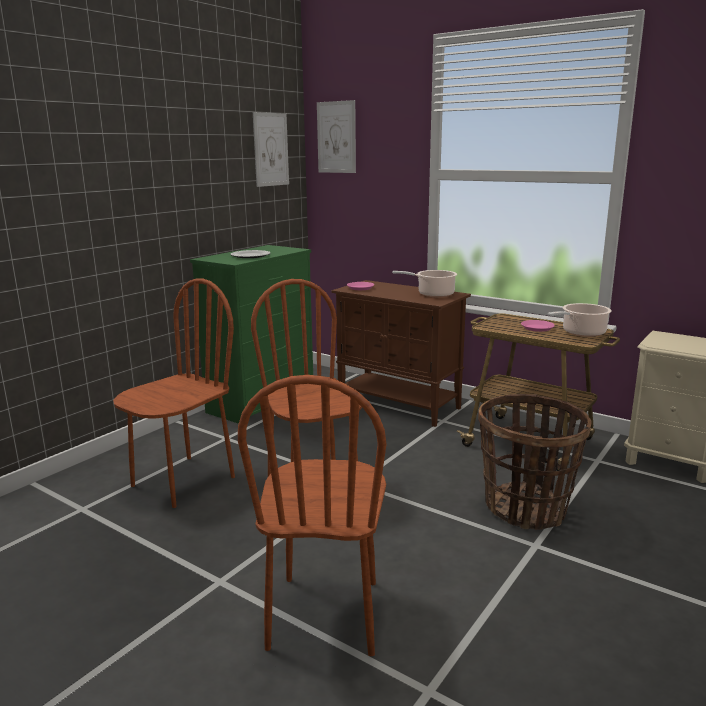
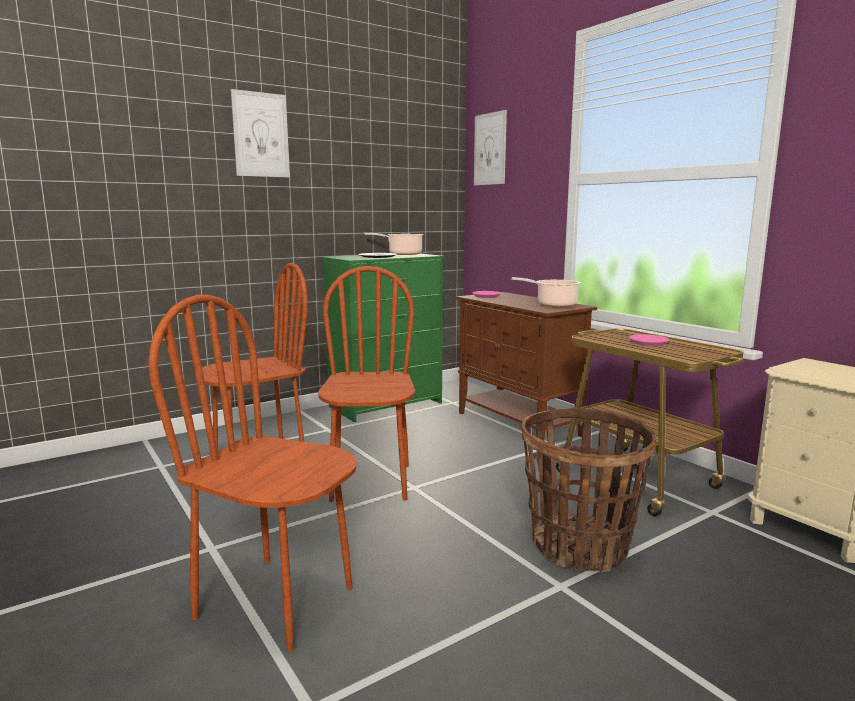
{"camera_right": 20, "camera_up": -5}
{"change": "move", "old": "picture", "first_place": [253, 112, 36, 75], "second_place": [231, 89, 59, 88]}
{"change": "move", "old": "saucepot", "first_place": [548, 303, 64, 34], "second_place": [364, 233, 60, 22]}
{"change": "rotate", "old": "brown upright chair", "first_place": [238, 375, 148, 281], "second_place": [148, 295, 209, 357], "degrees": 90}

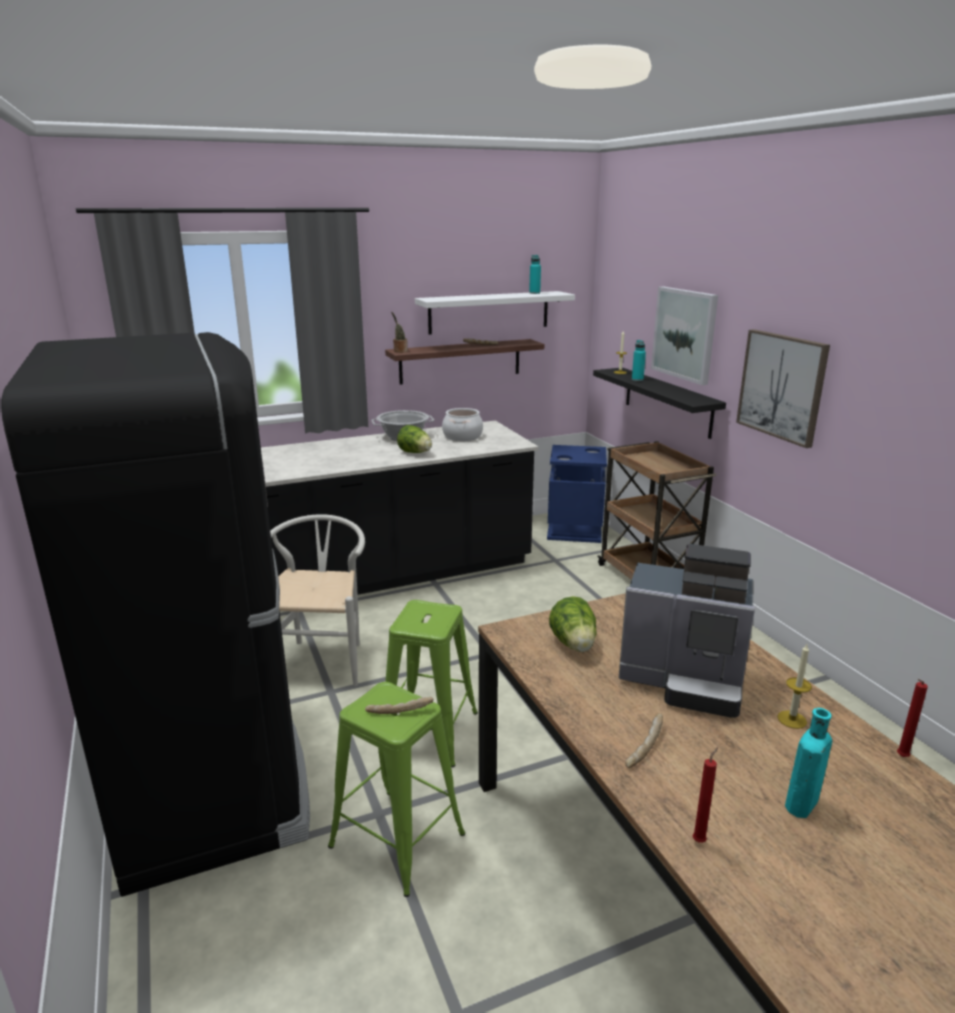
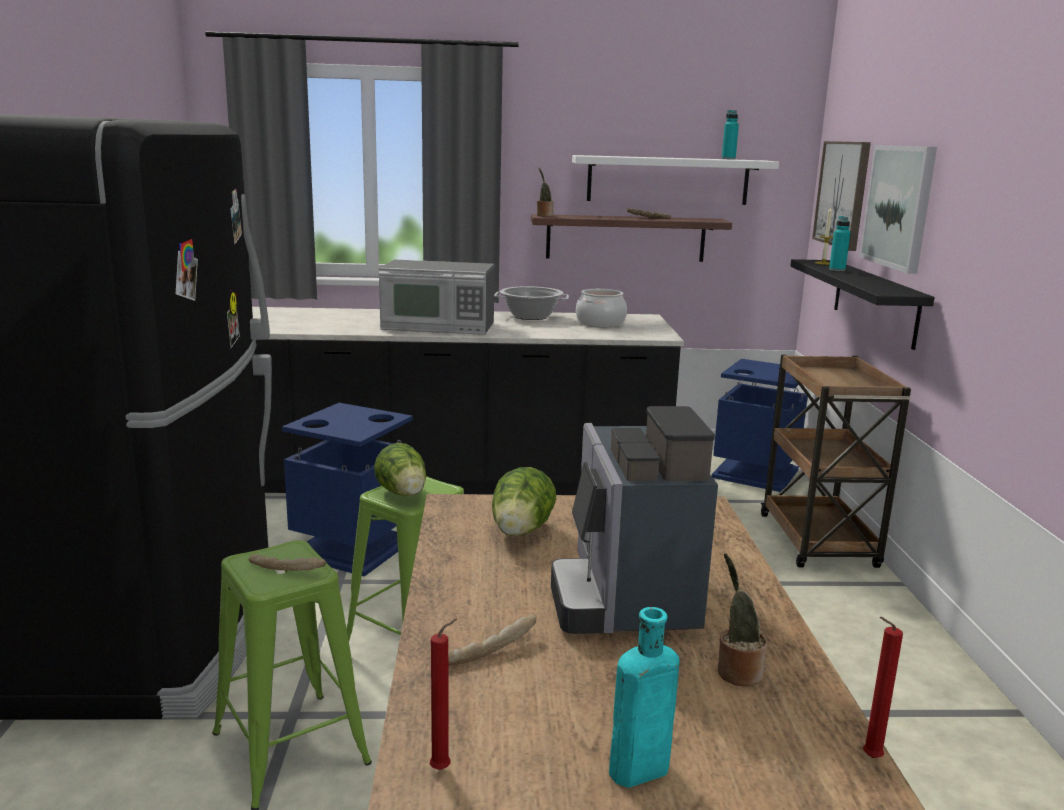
{"camera_right": 20, "camera_up": -5}
{"change": "move", "old": "picture", "first_place": [736, 329, 94, 119], "second_place": [812, 141, 59, 110]}
{"change": "move", "old": "lettuce", "first_place": [397, 425, 35, 28], "second_place": [374, 443, 52, 53]}
{"change": "replace", "old": "white-coloured upright chair", "new": "blue-coloured rubbish bin", "first_place": [270, 514, 95, 172], "second_place": [282, 403, 131, 174]}
{"change": "rotate", "old": "coffee machine", "first_place": [619, 544, 136, 174], "second_place": [551, 406, 167, 228], "degrees": 45}
{"change": "replace", "old": "wax light", "new": "plant in a pot", "first_place": [777, 644, 35, 85], "second_place": [718, 553, 49, 133]}
{"change": "insert", "new": "kitchen microwave", "second_place": [379, 260, 116, 75]}

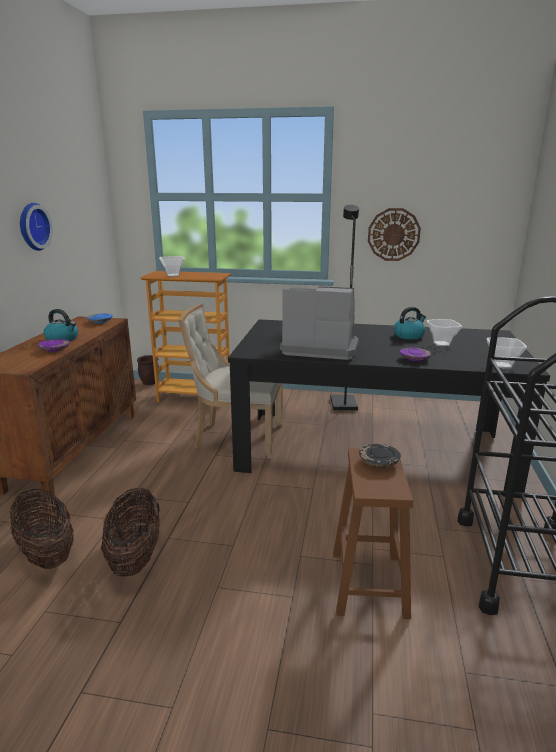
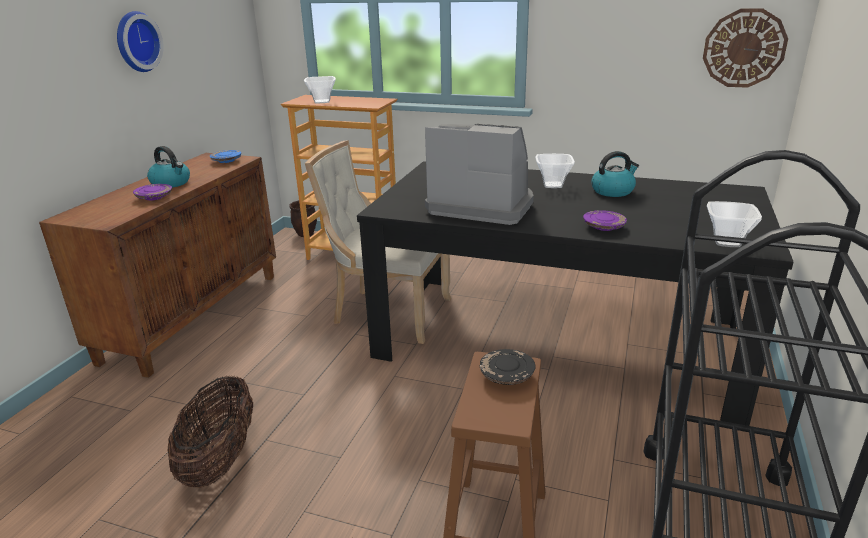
{"camera_right": 10, "camera_up": 5}
{"change": "delete", "old": "black-coloured standing lamp", "first_place": [330, 205, 29, 206]}
{"change": "move", "old": "clock on the wall", "first_place": [368, 208, 53, 53], "second_place": [703, 8, 85, 80]}
{"change": "move", "old": "bowl", "first_place": [427, 319, 35, 27], "second_place": [535, 154, 40, 34]}
{"change": "delete", "old": "basket", "first_place": [10, 488, 64, 81]}

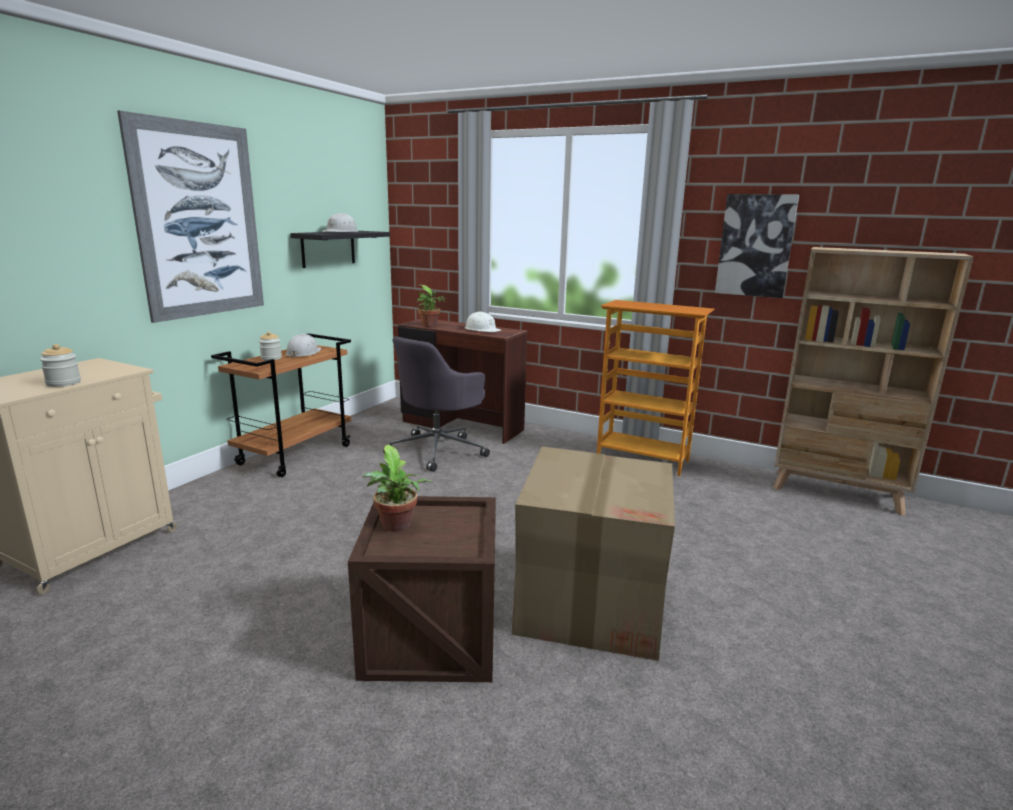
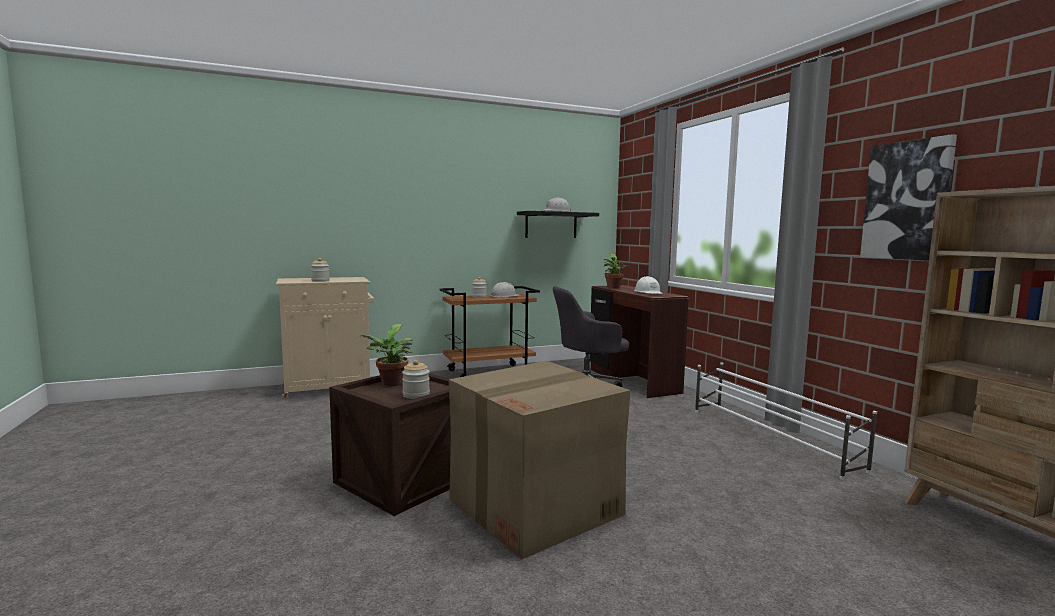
{"camera_right": 40, "camera_up": -10}
{"change": "delete", "old": "picture", "first_place": [117, 110, 147, 213]}
{"change": "replace", "old": "bookshelf", "new": "white-coloured shoe rack", "first_place": [597, 300, 117, 176], "second_place": [695, 363, 182, 117]}
{"change": "insert", "new": "jar", "second_place": [402, 360, 28, 39]}

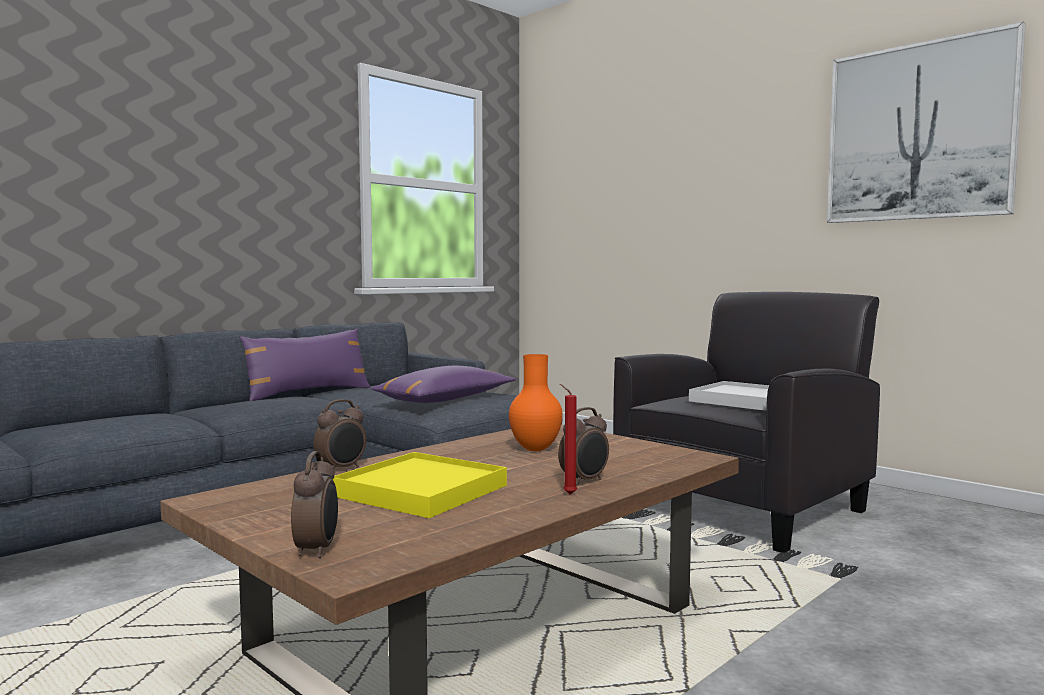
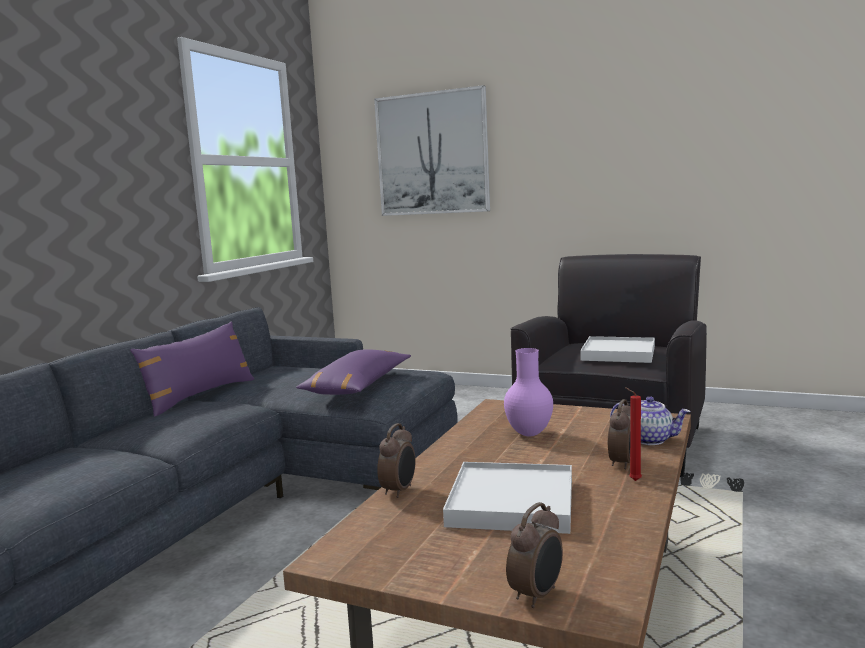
{"camera_right": -20, "camera_up": 5}
{"change": "move", "old": "picture", "first_place": [827, 22, 198, 201], "second_place": [374, 85, 116, 131]}
{"change": "recolor", "old": "orange-coloured vase", "new": "purplish vase", "first_place": [509, 354, 54, 97], "second_place": [504, 348, 49, 88]}
{"change": "rotate", "old": "alarm clock", "first_place": [291, 451, 47, 107], "second_place": [506, 502, 57, 106], "degrees": 60}
{"change": "recolor", "old": "yellow carrying tray", "new": "white-coloured carrying tray", "first_place": [333, 452, 174, 66], "second_place": [443, 462, 129, 72]}
{"change": "insert", "new": "tea pot", "second_place": [610, 396, 80, 49]}

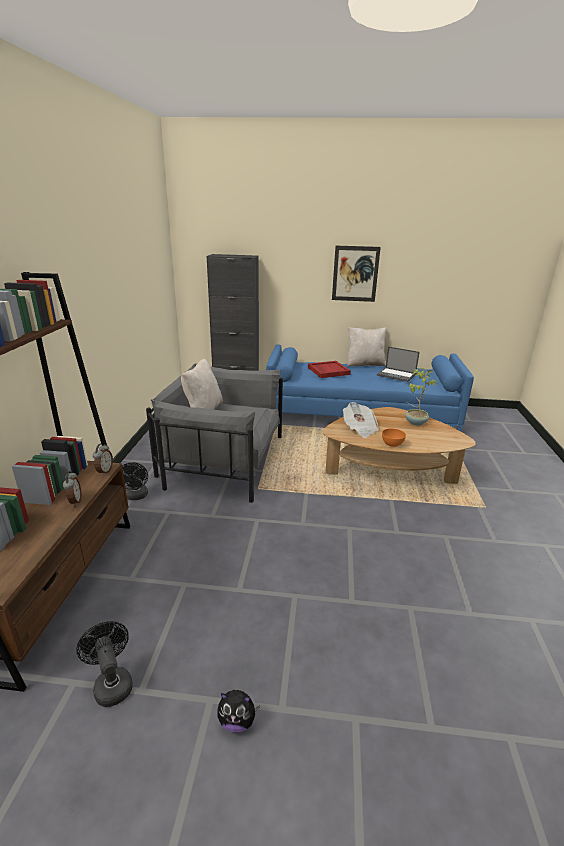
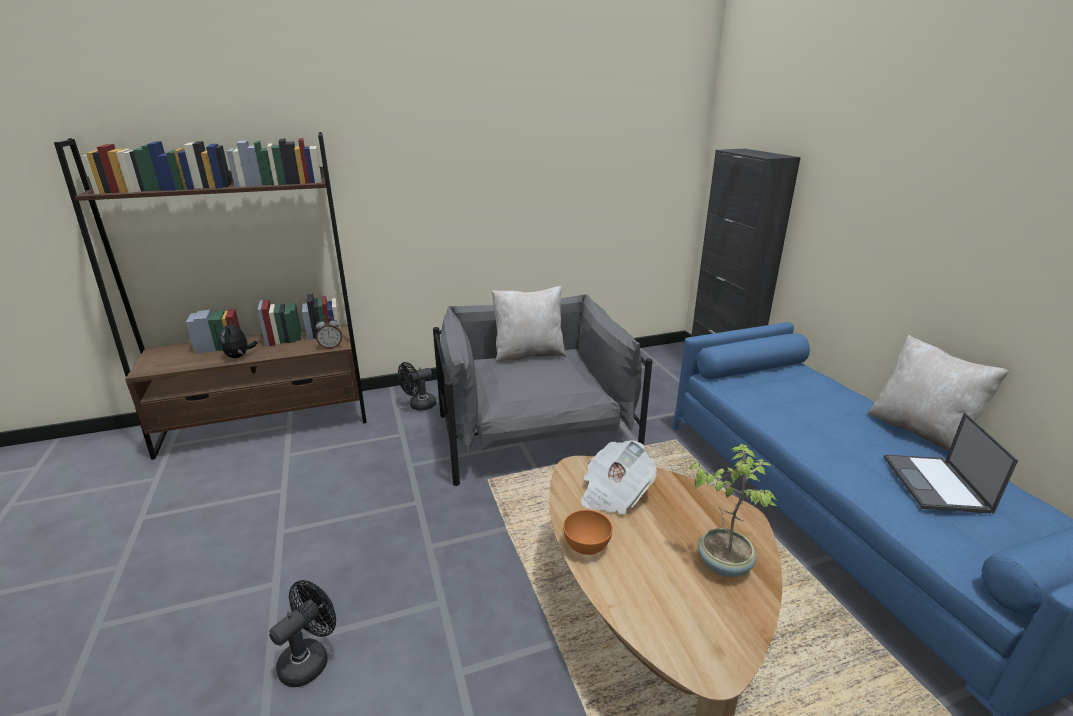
{"camera_right": 65, "camera_up": 0}
{"change": "delete", "old": "picture", "first_place": [332, 246, 49, 56]}
{"change": "delete", "old": "red carrying tray", "first_place": [308, 361, 43, 17]}
{"change": "delete", "old": "alarm clock", "first_place": [63, 471, 19, 35]}
{"change": "move", "old": "black-coloured fan", "first_place": [76, 621, 57, 86], "second_place": [269, 580, 67, 107]}
{"change": "move", "old": "cuddly toy", "first_place": [217, 690, 43, 43], "second_place": [220, 319, 37, 39]}

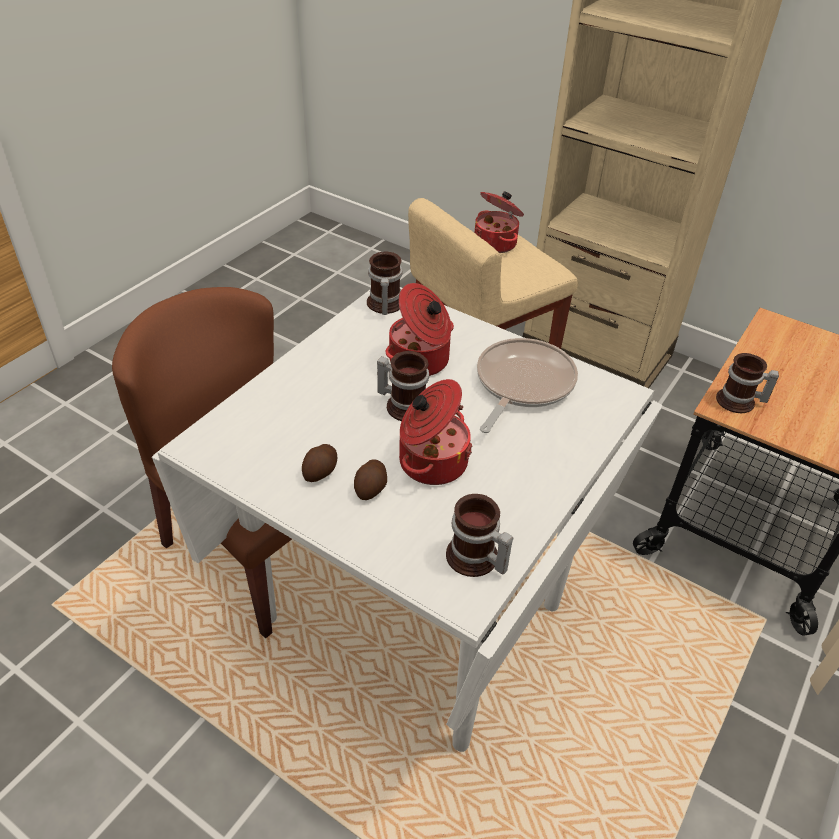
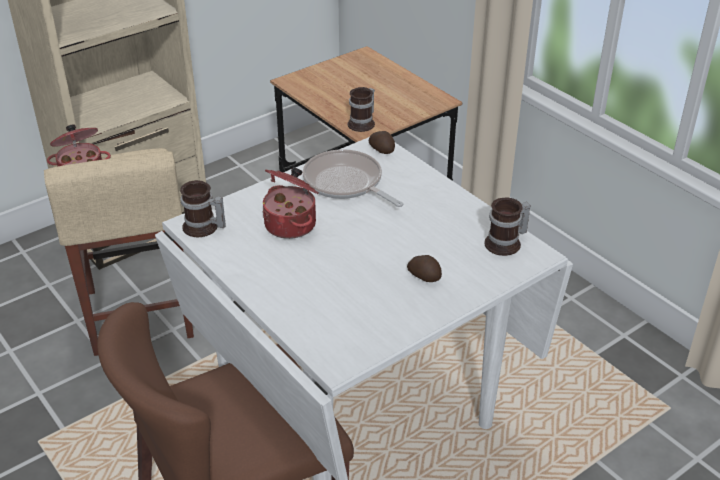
{"camera_right": -70, "camera_up": -5}
{"change": "delete", "old": "mug", "first_place": [377, 351, 52, 70]}
{"change": "delete", "old": "saucepot", "first_place": [399, 379, 74, 106]}
{"change": "move", "old": "spud", "first_place": [302, 444, 35, 38], "second_place": [369, 131, 26, 23]}

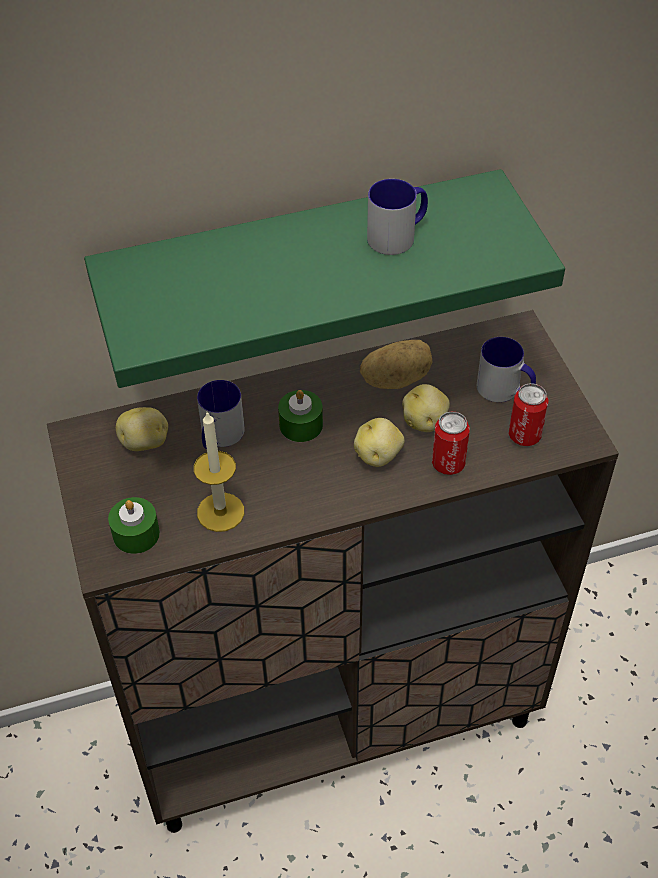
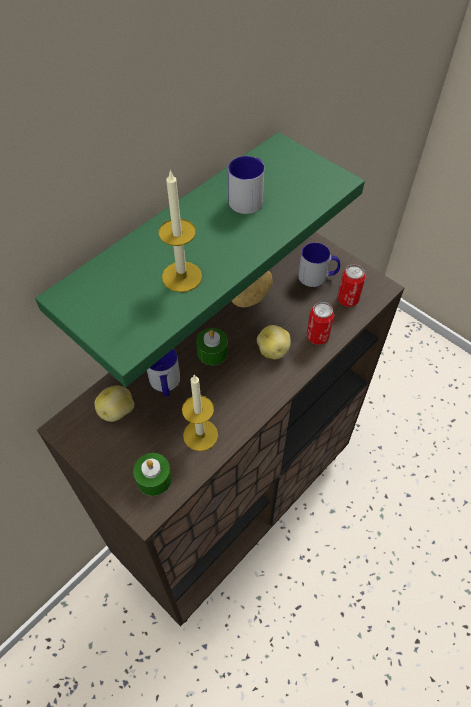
{"camera_right": -30, "camera_up": 5}
{"change": "delete", "old": "spud", "first_place": [402, 384, 48, 48]}
{"change": "insert", "new": "wax light", "second_place": [158, 170, 44, 122]}

